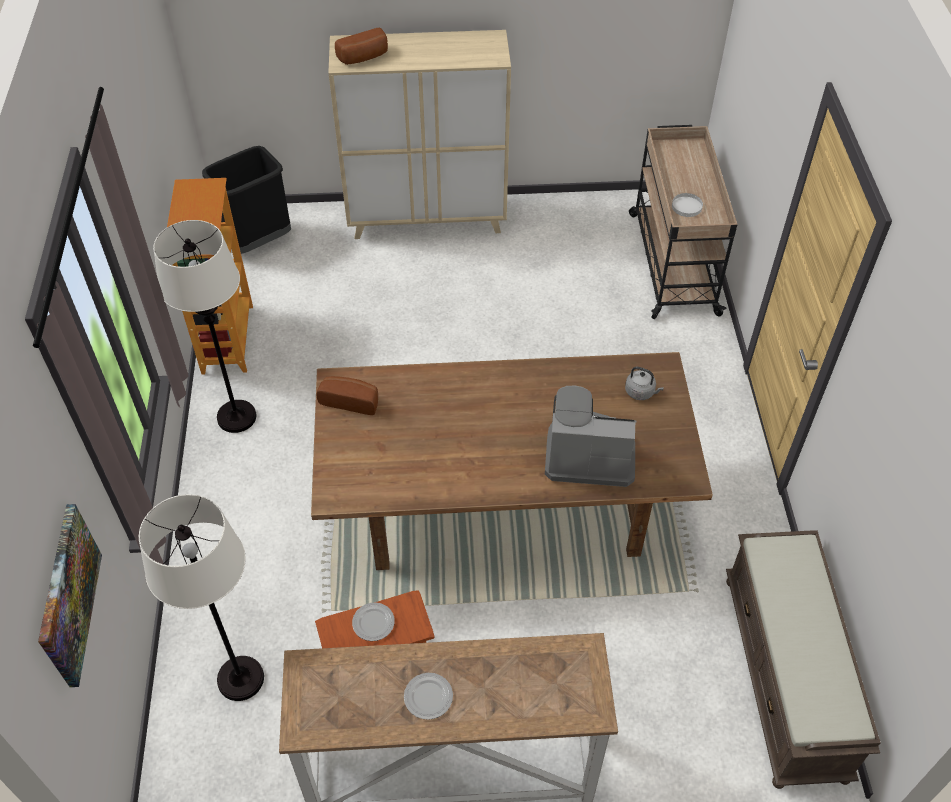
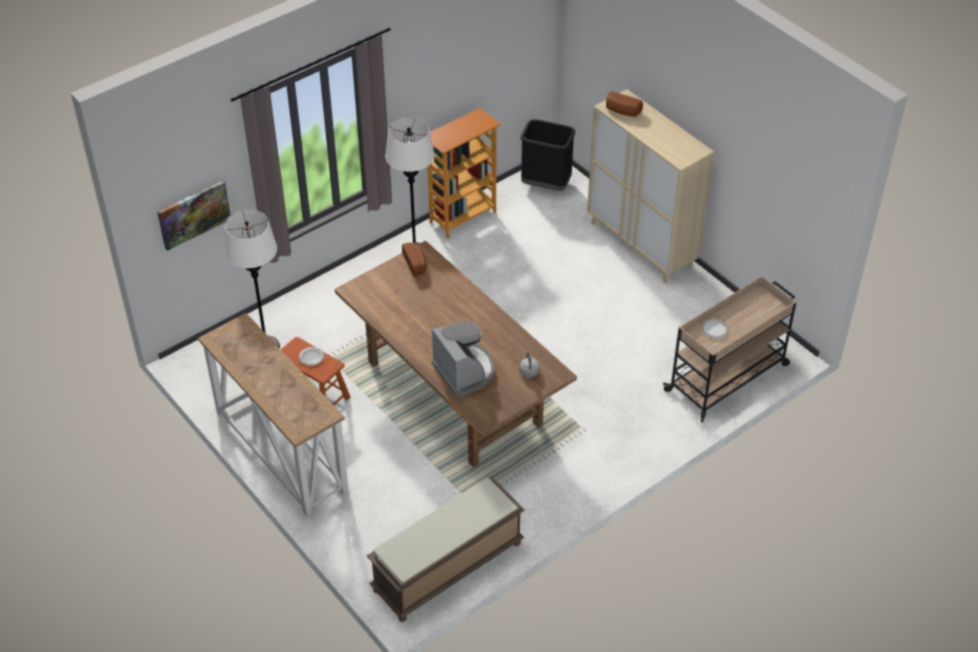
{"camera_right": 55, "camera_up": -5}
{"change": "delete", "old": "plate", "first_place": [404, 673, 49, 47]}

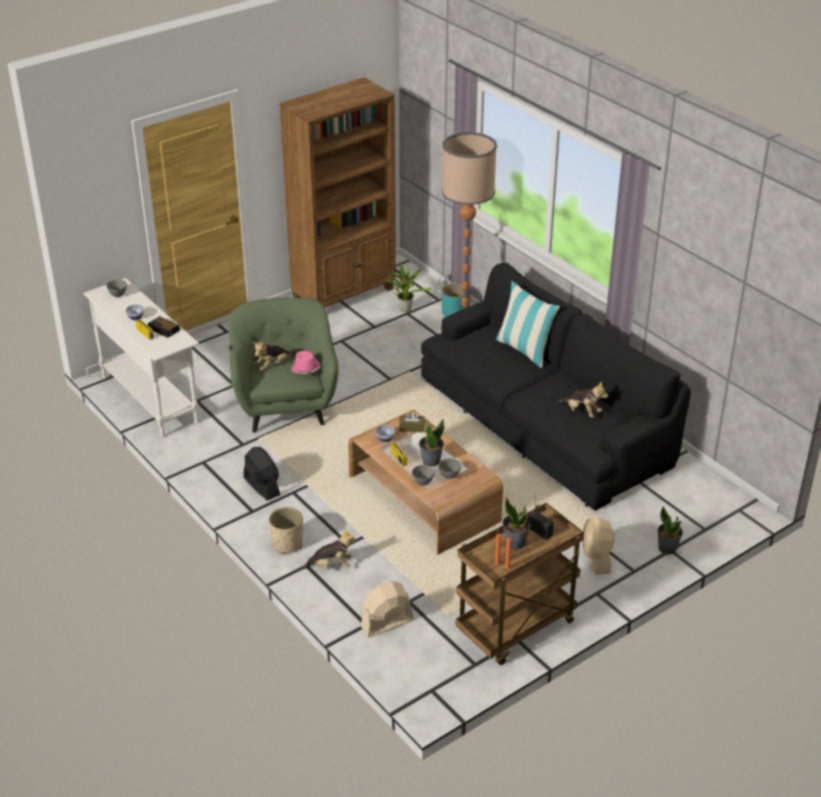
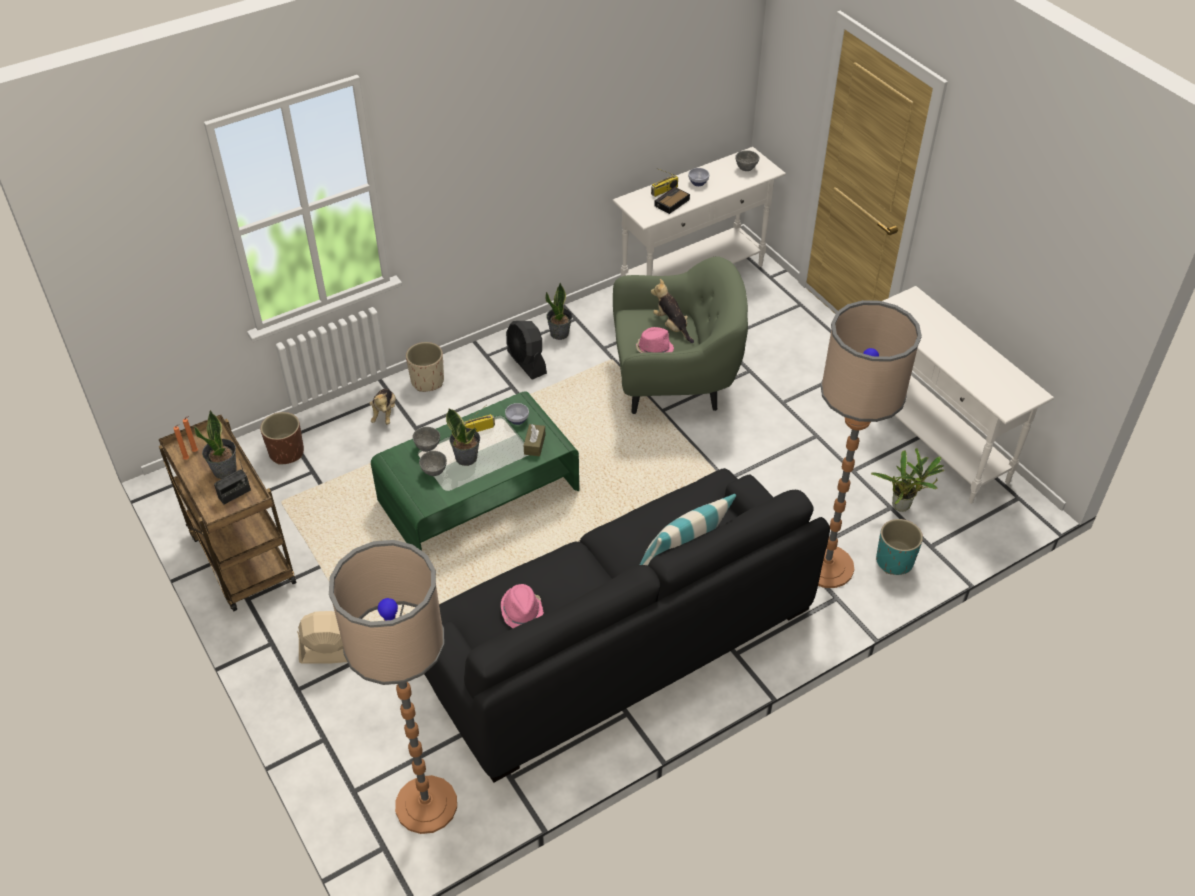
{"camera_right": 95, "camera_up": 10}
{"change": "replace", "old": "brown bookshelf", "new": "white-coloured console table", "first_place": [279, 78, 117, 230], "second_place": [883, 286, 171, 218]}
{"change": "replace", "old": "cuddly toy", "new": "pinkish hat", "first_place": [557, 381, 51, 36], "second_place": [501, 584, 43, 44]}
{"change": "recolor", "old": "brown low table", "new": "green-coloured low table", "first_place": [348, 410, 155, 145], "second_place": [371, 391, 208, 160]}
{"change": "rotate", "old": "black-coloured fan", "first_place": [243, 447, 38, 54], "second_place": [506, 321, 41, 59], "degrees": 90}
{"change": "move", "old": "plant in a pot", "first_place": [658, 506, 25, 48], "second_place": [545, 282, 27, 58]}
{"change": "replace", "old": "beige-coloured fan", "new": "brown planter", "first_place": [361, 581, 53, 56], "second_place": [260, 412, 44, 53]}
{"change": "insert", "new": "standing lamp", "second_place": [329, 540, 128, 294]}

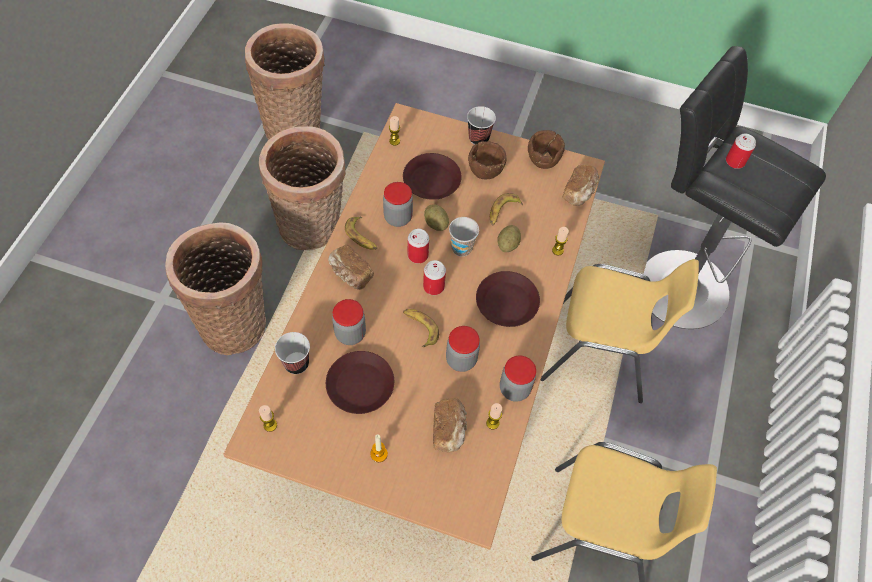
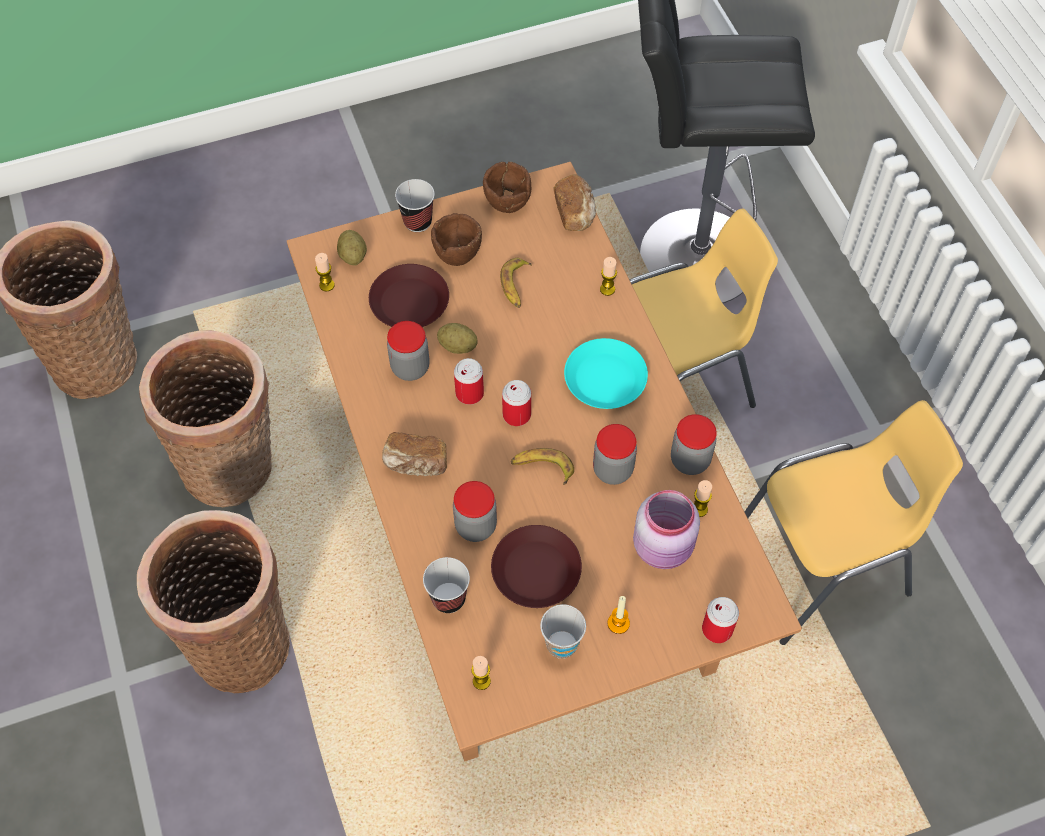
{"camera_right": -35, "camera_up": 0}
{"change": "move", "old": "sealed can", "first_place": [726, 134, 30, 35], "second_place": [702, 597, 37, 46]}
{"change": "delete", "old": "banana", "first_place": [345, 216, 32, 34]}
{"change": "move", "old": "cup", "first_place": [449, 217, 30, 40], "second_place": [540, 604, 46, 55]}
{"change": "move", "old": "spud", "first_place": [497, 225, 24, 27], "second_place": [337, 230, 30, 35]}
{"change": "recolor", "old": "brown plate", "new": "turquoise plate", "first_place": [476, 271, 64, 56], "second_place": [564, 338, 84, 71]}
{"change": "replace", "old": "bread", "new": "pinkish jar", "first_place": [433, 398, 34, 55], "second_place": [633, 490, 67, 79]}

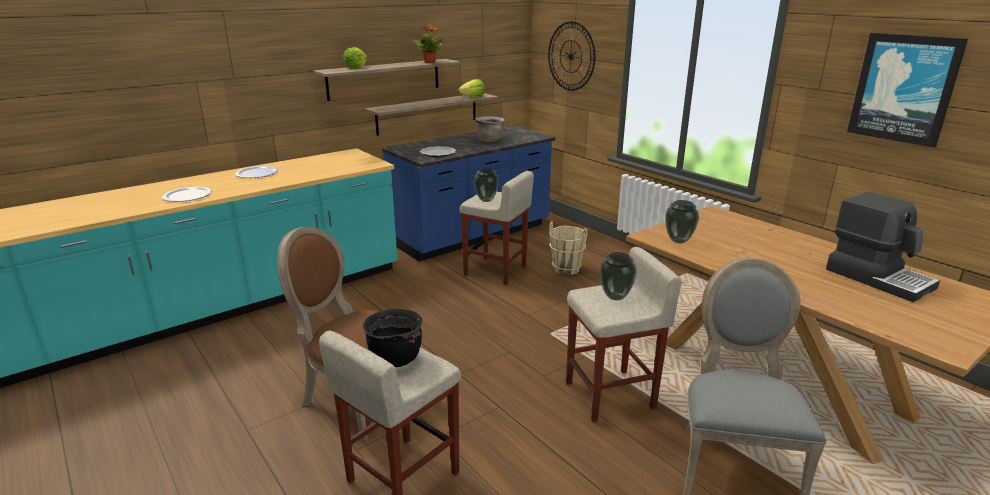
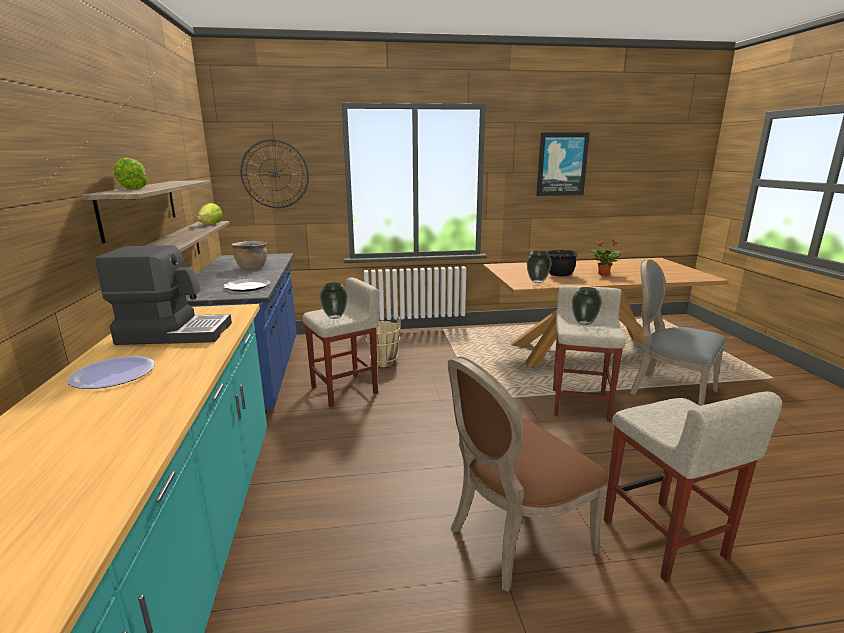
{"camera_right": -60, "camera_up": -5}
{"change": "move", "old": "plant in a pot", "first_place": [413, 25, 29, 38], "second_place": [591, 239, 31, 37]}
{"change": "delete", "old": "plate", "first_place": [162, 187, 50, 15]}
{"change": "move", "old": "coffee machine", "first_place": [826, 192, 114, 110], "second_place": [94, 245, 138, 100]}
{"change": "move", "old": "black-coloured saucepot", "first_place": [363, 309, 60, 58], "second_place": [547, 250, 31, 26]}

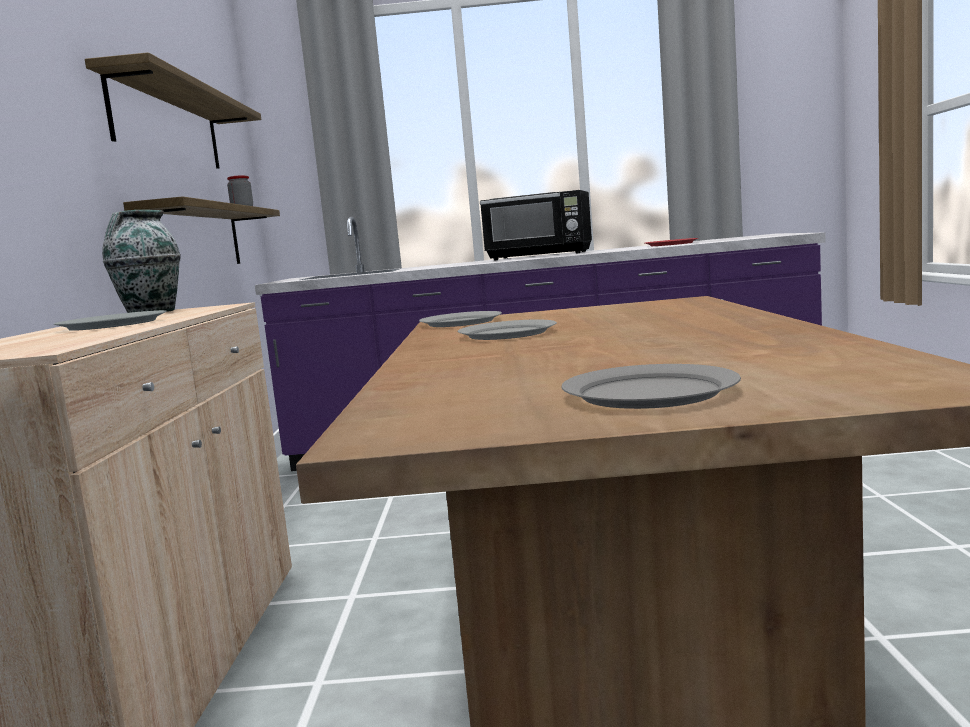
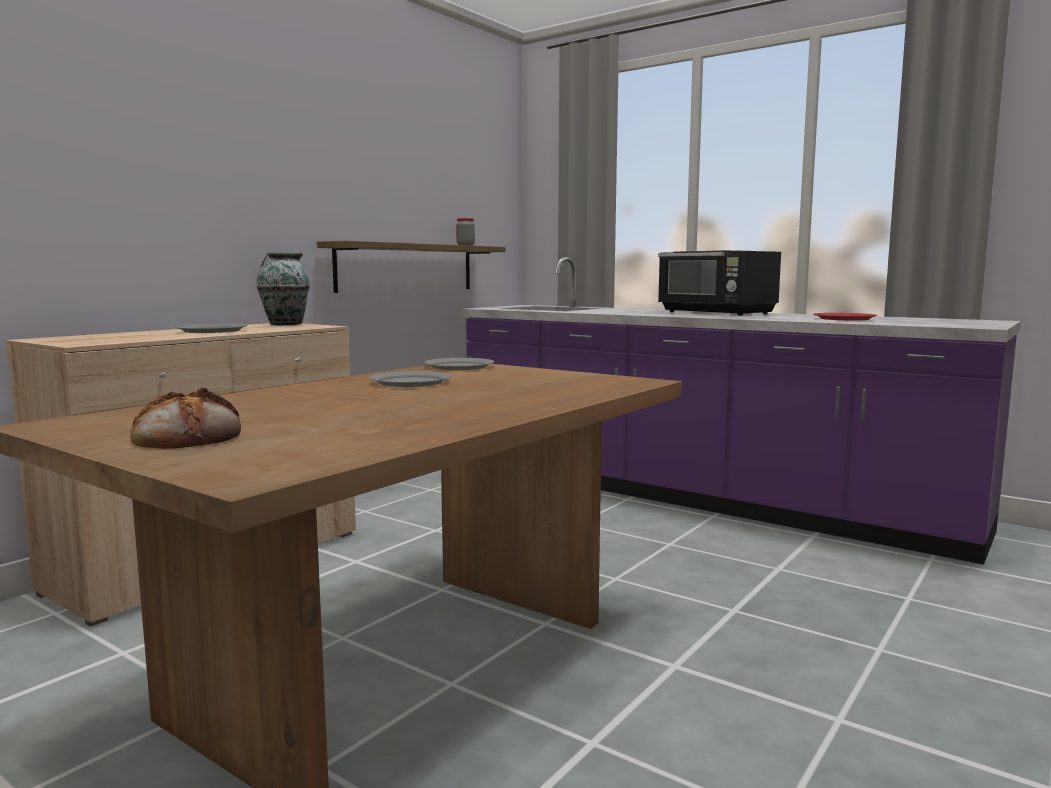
{"camera_right": 35, "camera_up": 0}
{"change": "delete", "old": "shelf", "first_place": [85, 52, 176, 117]}
{"change": "replace", "old": "gray plate", "new": "bread", "first_place": [561, 364, 180, 45], "second_place": [130, 388, 111, 61]}

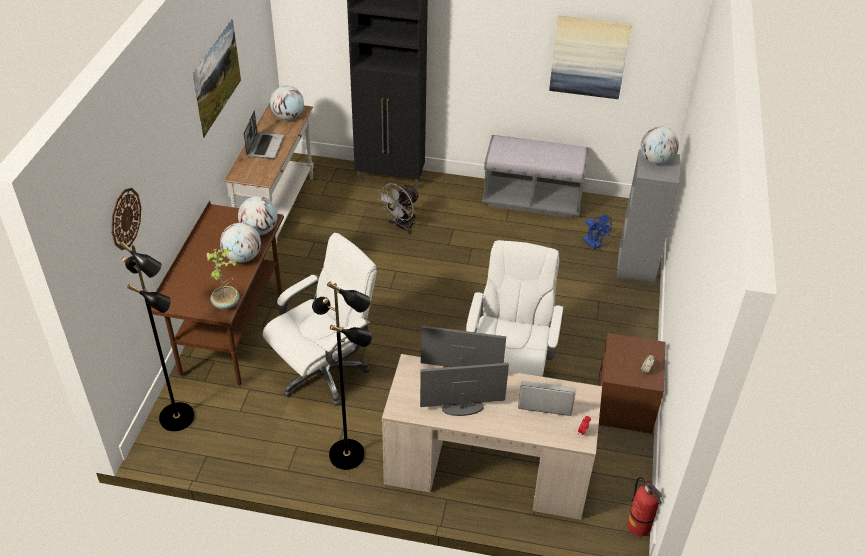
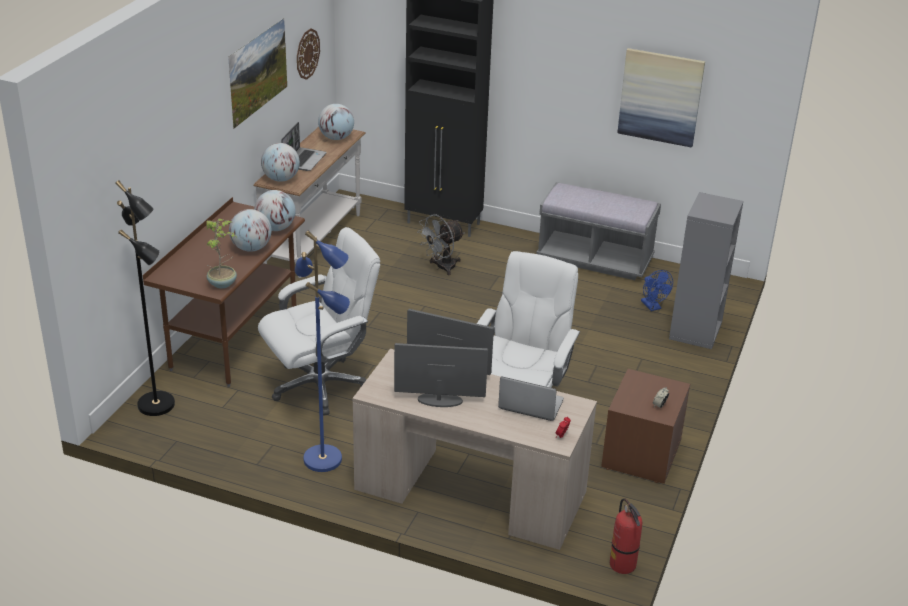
{"camera_right": 10, "camera_up": -10}
{"change": "move", "old": "globe", "first_place": [641, 126, 38, 38], "second_place": [261, 143, 39, 39]}
{"change": "move", "old": "clock on the wall", "first_place": [111, 188, 30, 62], "second_place": [297, 28, 23, 52]}
{"change": "recolor", "old": "black-coloured standing lamp", "new": "blue-coloured standing lamp", "first_place": [312, 281, 60, 189], "second_place": [295, 230, 55, 242]}

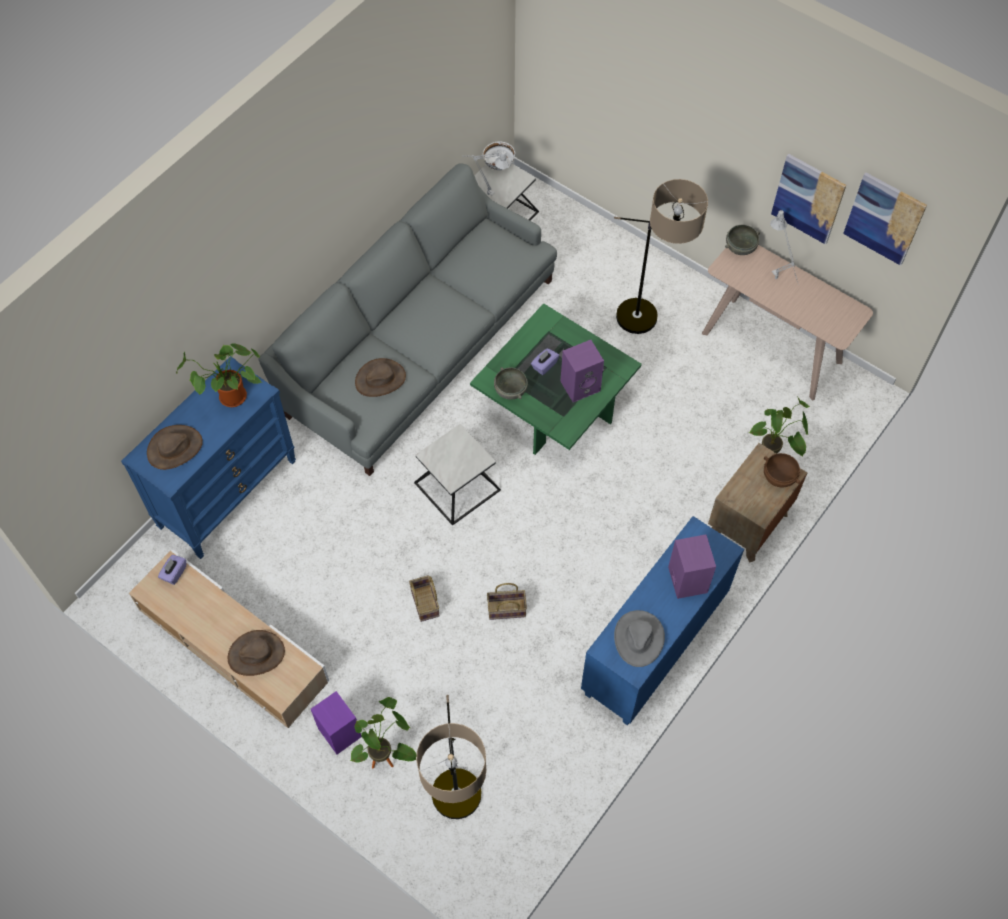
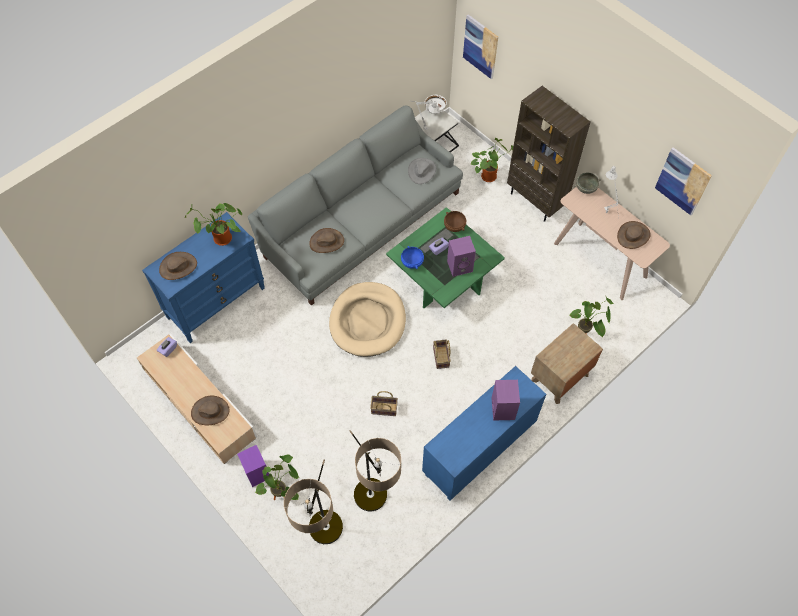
{"camera_right": 10, "camera_up": 0}
{"change": "move", "old": "picture", "first_place": [771, 154, 75, 91], "second_place": [463, 14, 35, 65]}
{"change": "move", "old": "standing lamp", "first_place": [614, 179, 94, 155], "second_place": [350, 430, 51, 81]}
{"change": "recolor", "old": "gray bowl", "new": "blue-coloured bowl", "first_place": [494, 367, 34, 33], "second_place": [401, 246, 23, 23]}
{"change": "replace", "old": "accent table", "new": "beige-coloured dog bed", "first_place": [414, 424, 87, 102], "second_place": [329, 282, 77, 75]}
{"change": "move", "old": "brown bowl", "first_place": [764, 453, 36, 34], "second_place": [444, 211, 22, 21]}
{"change": "move", "old": "basket", "first_place": [409, 575, 30, 47], "second_place": [433, 339, 18, 30]}
{"change": "move", "old": "gray hat", "first_place": [614, 610, 51, 57], "second_place": [408, 158, 28, 26]}
{"change": "insert", "new": "brown bookshelf", "second_place": [507, 86, 83, 136]}
{"change": "insert", "new": "plant in a pot", "second_place": [471, 138, 42, 44]}
{"change": "insert", "new": "brown hat", "second_place": [617, 221, 34, 28]}

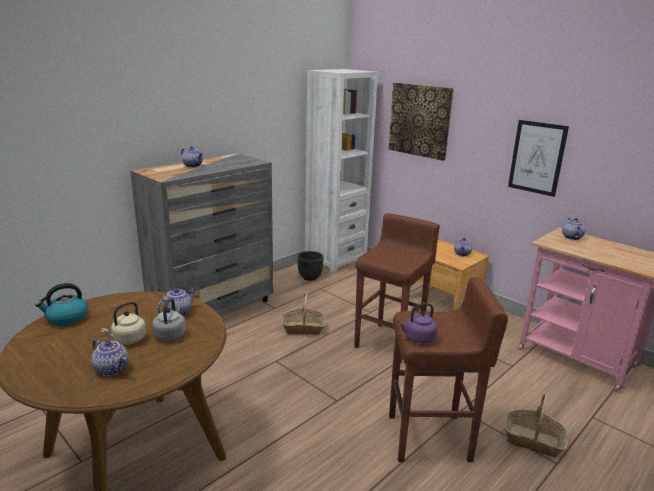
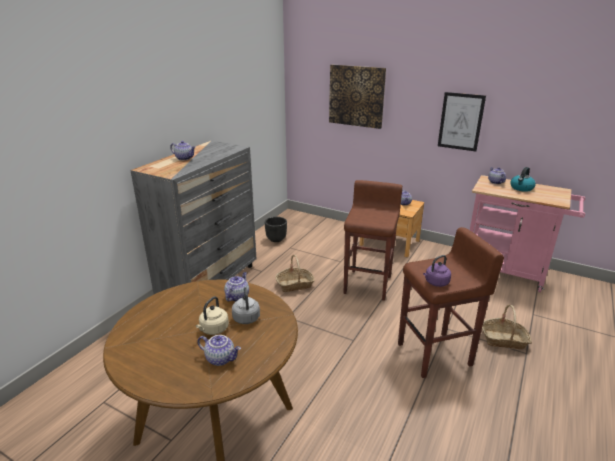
{"camera_right": -15, "camera_up": 5}
{"change": "delete", "old": "white-coloured bookshelf", "first_place": [305, 69, 73, 205]}
{"change": "move", "old": "water kettle", "first_place": [35, 283, 53, 43], "second_place": [510, 167, 26, 25]}

